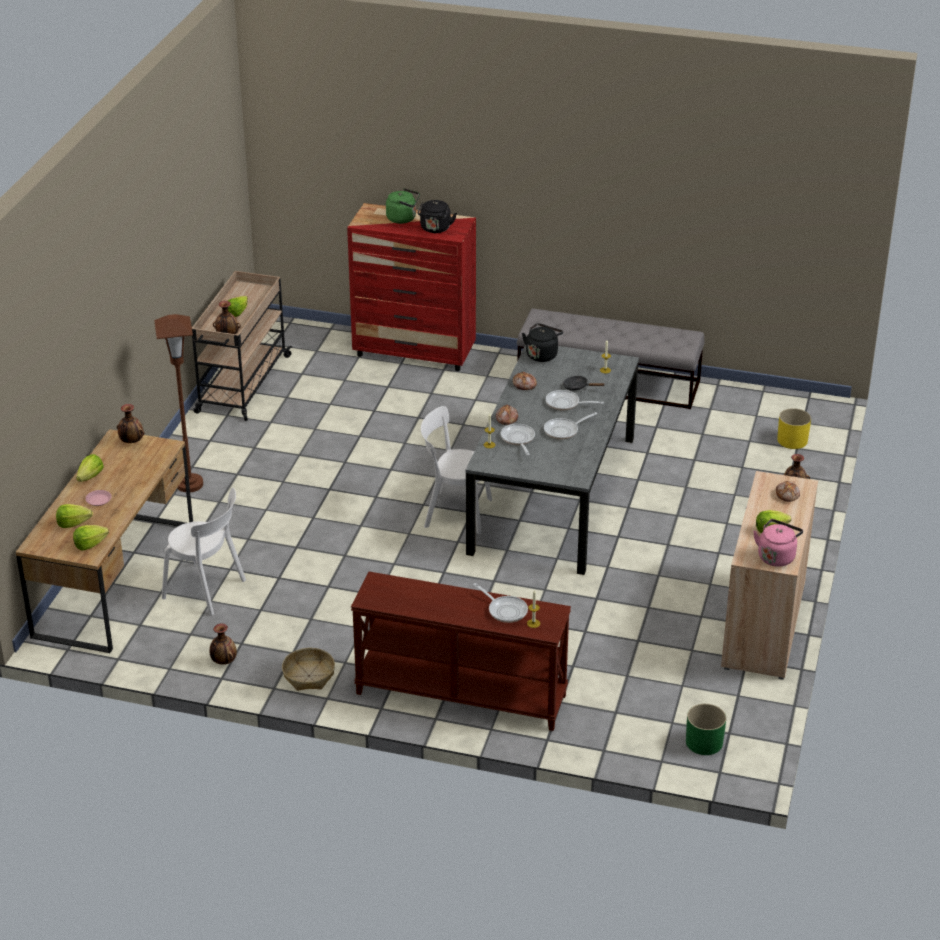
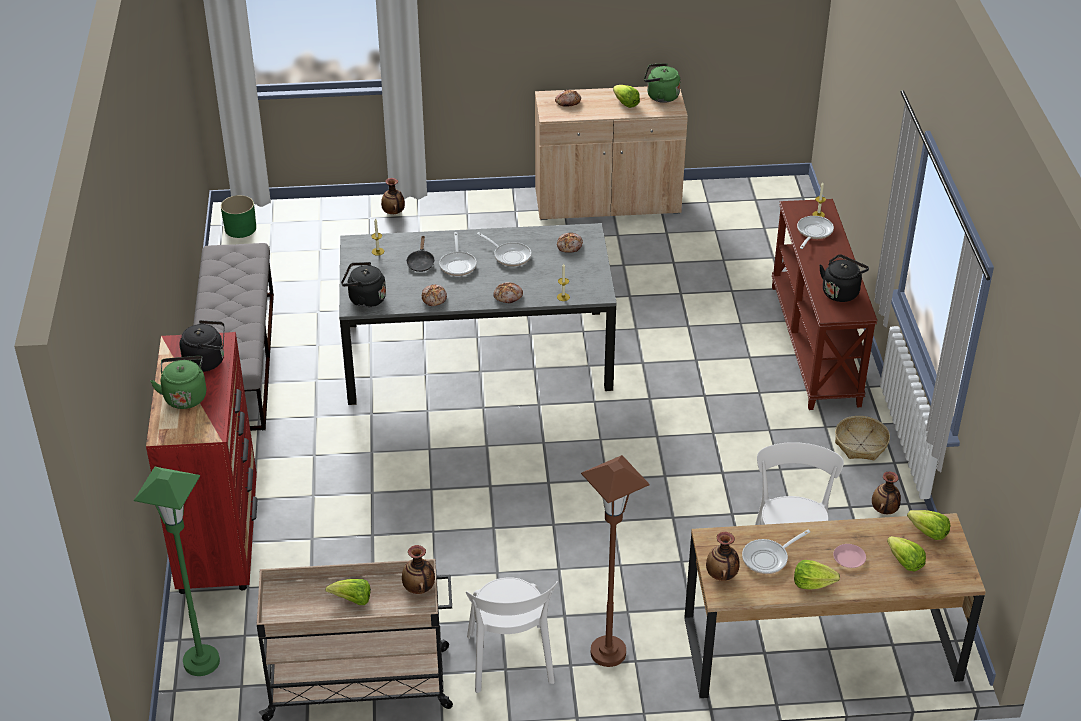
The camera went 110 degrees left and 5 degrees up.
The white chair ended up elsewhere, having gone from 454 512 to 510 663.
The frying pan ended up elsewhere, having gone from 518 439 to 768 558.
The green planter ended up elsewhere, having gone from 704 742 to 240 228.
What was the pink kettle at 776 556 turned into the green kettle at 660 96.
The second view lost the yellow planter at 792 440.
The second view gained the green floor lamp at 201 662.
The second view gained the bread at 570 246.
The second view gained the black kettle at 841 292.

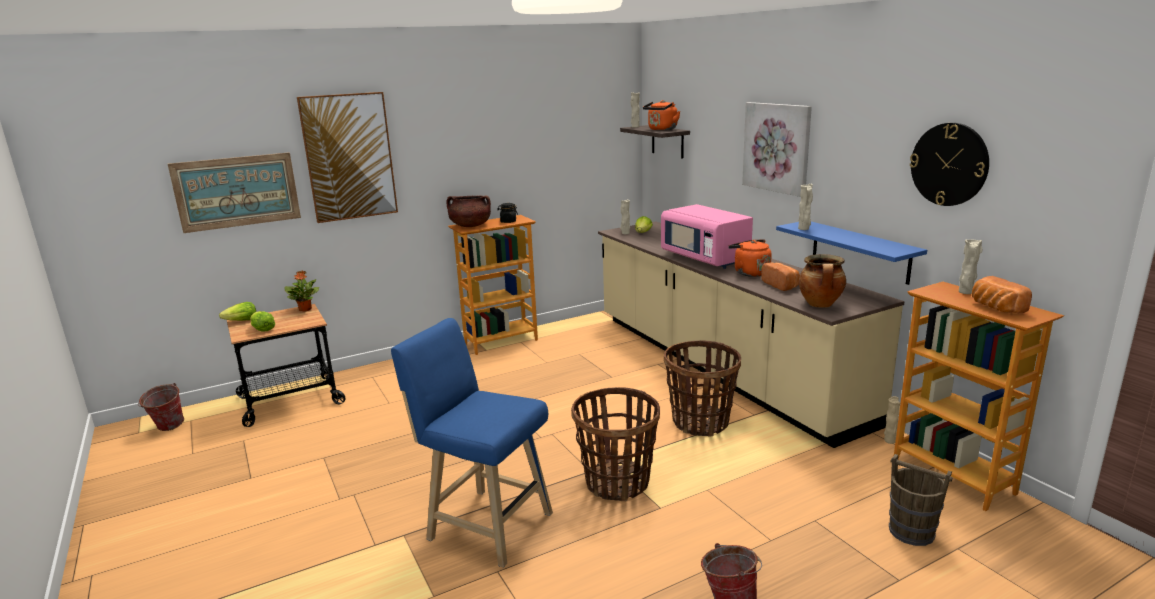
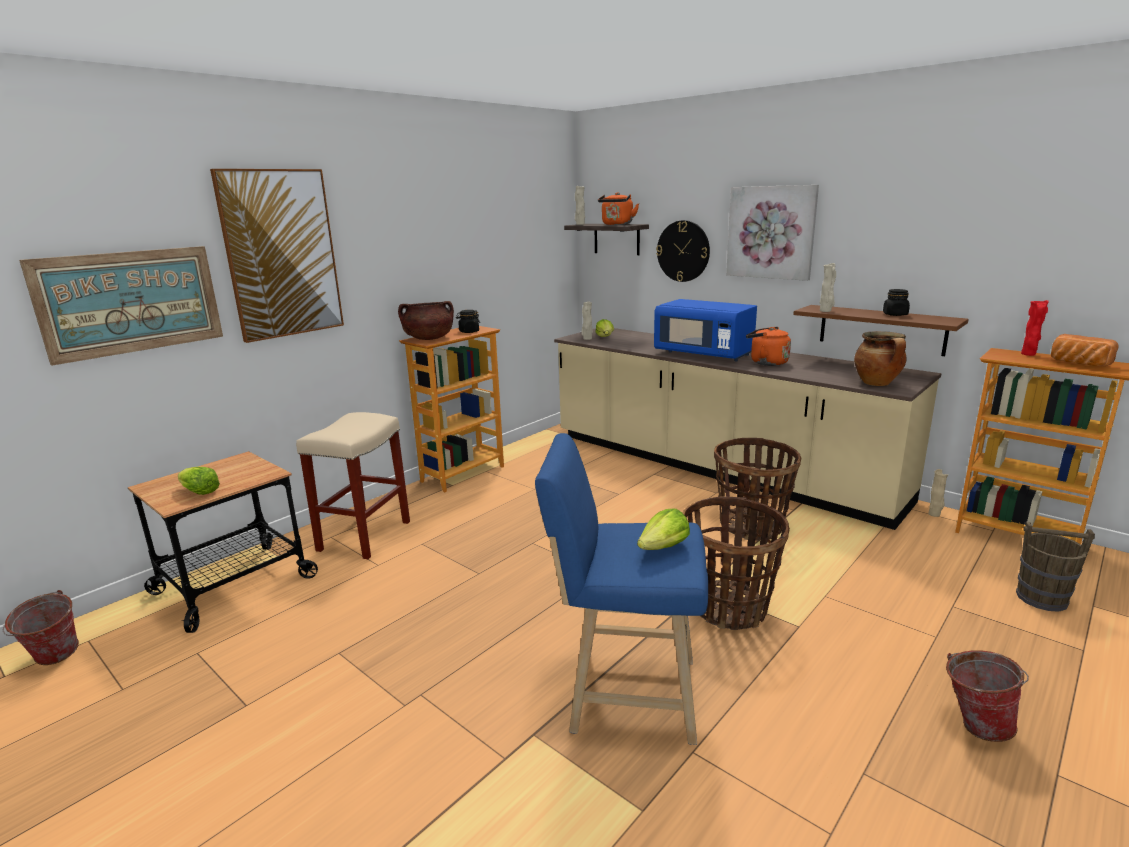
The camera went 20 degrees left and 0 degrees up.
The lettuce ended up elsewhere, having gone from 241 321 to 664 547.
The second view lost the potted plant at 305 309.
What was the pink microwave at 705 258 turned into the blue microwave at 704 354.
The second view lost the bread at 781 285.
What was the blue shelf at 859 251 turned into the brown shelf at 881 329.
The wall clock ended up elsewhere, having gone from 949 164 to 683 251.
What was the beige vase at 965 292 turned into the red vase at 1028 354.
The second view gained the beige stool at 364 536.
The second view gained the black jar at 895 314.

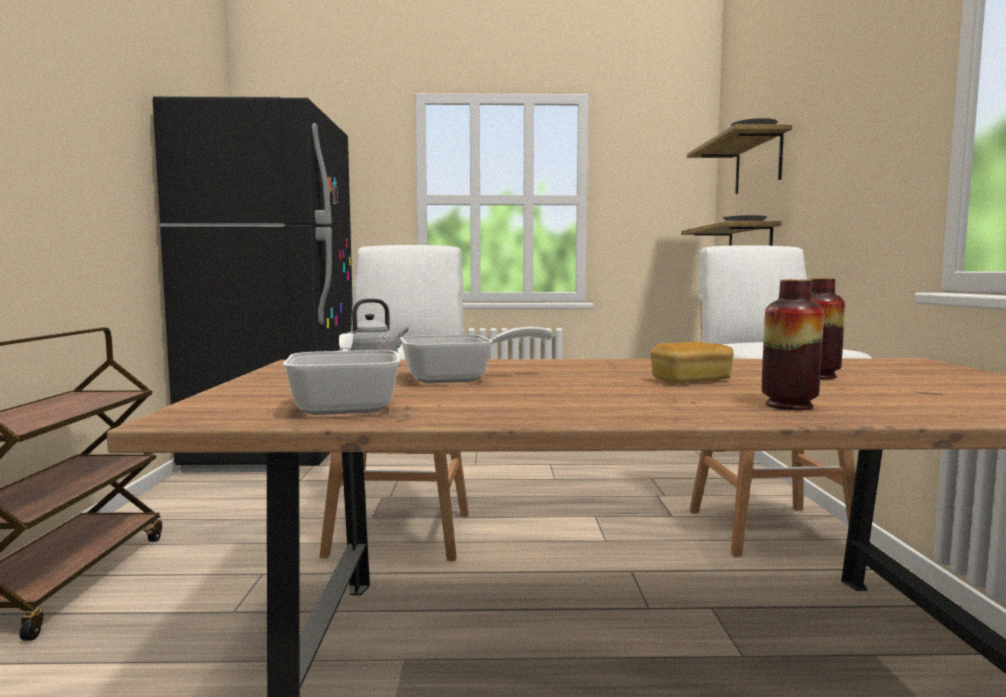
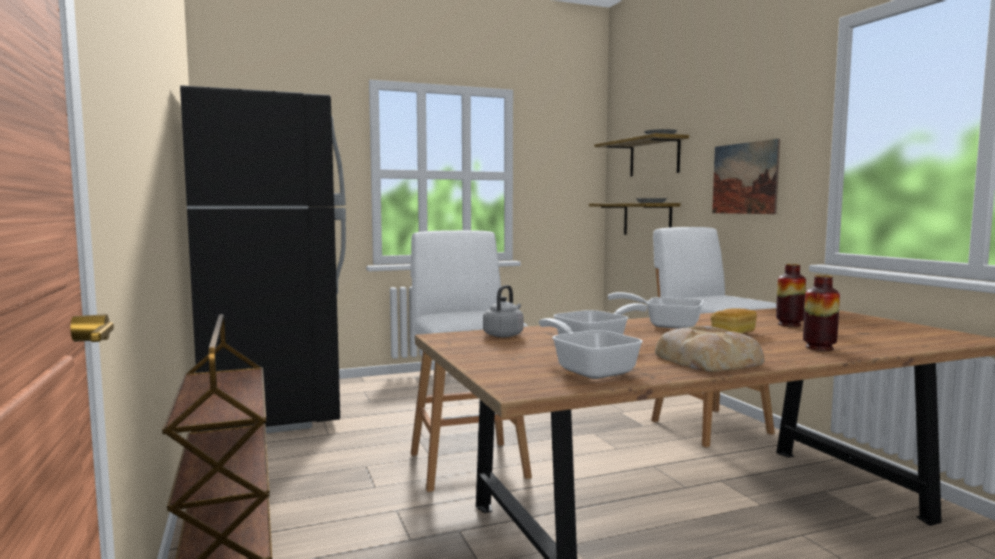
The camera went 20 degrees left and 0 degrees up.
The second view gained the frying pan at 665 325.
The second view gained the bread at 707 359.
The second view gained the picture at 744 178.

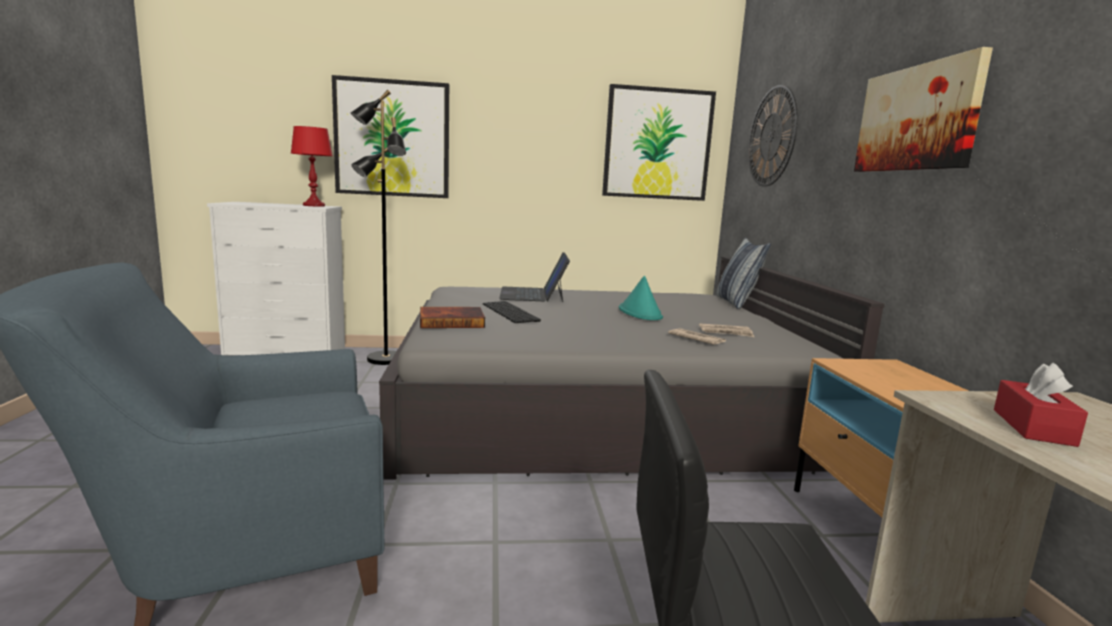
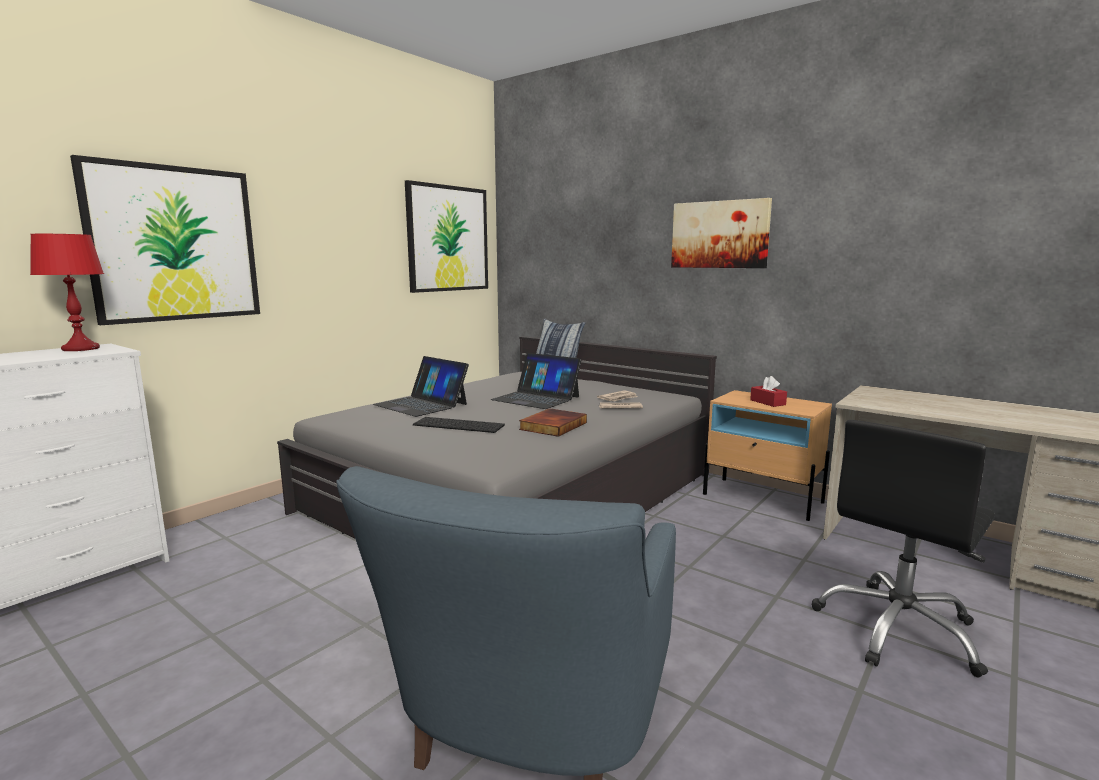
The camera went 45 degrees left and 0 degrees up.
The second view lost the black floor lamp at 384 359.
The book ended up elsewhere, having gone from 452 321 to 552 425.
Where the turquoise hat stood at 640 313, the laptop came to stand at 536 398.
The second view lost the wall clock at 771 137.
The red tissue box ended up elsewhere, having gone from 1033 427 to 767 402.

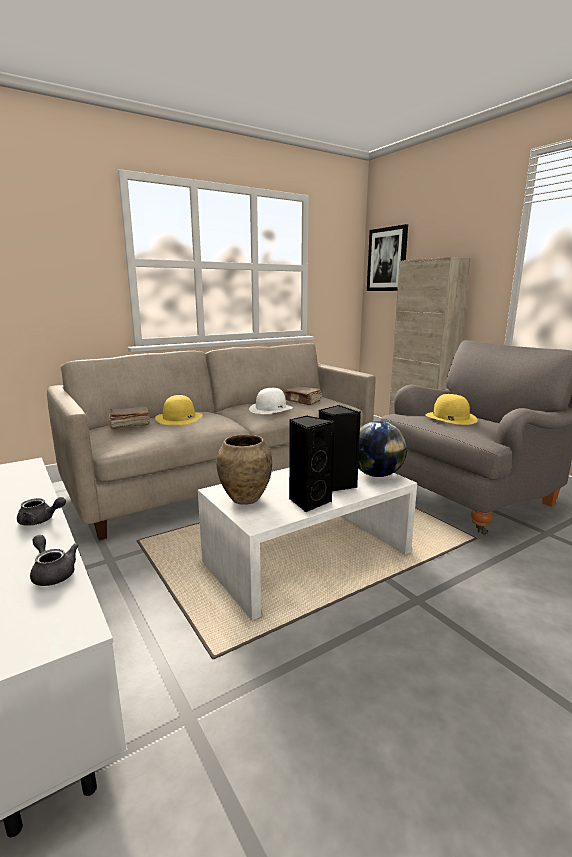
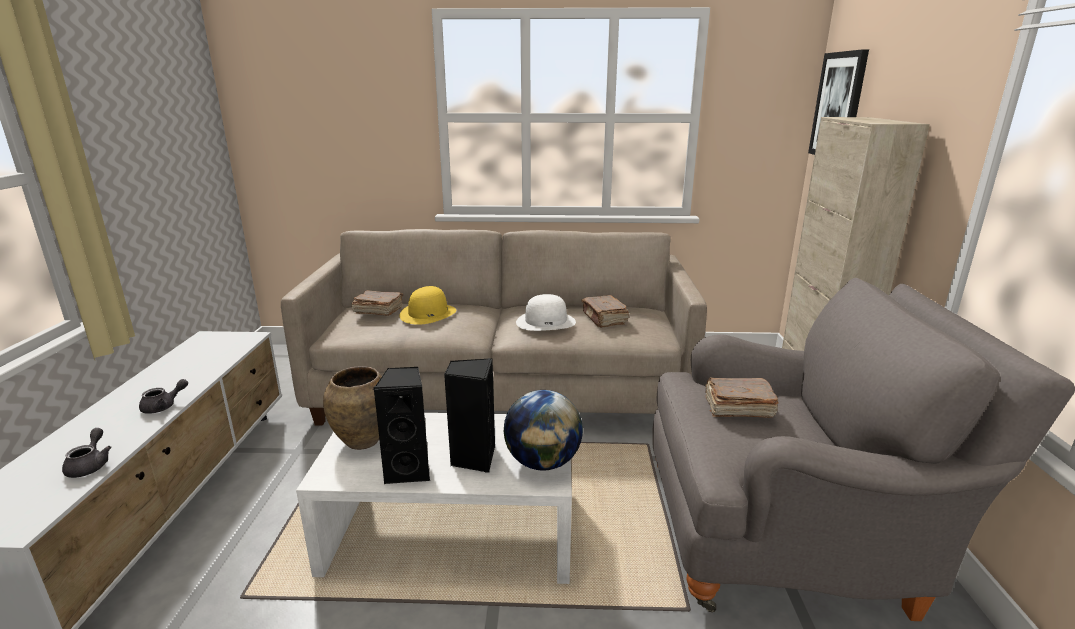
The camera went 35 degrees right and 5 degrees up.
The grey teapot at 40 521 ended up facing another way, 75 degrees counterclockwise from before.
Where the yellow hat stood at 450 418, the brown book came to stand at 737 408.

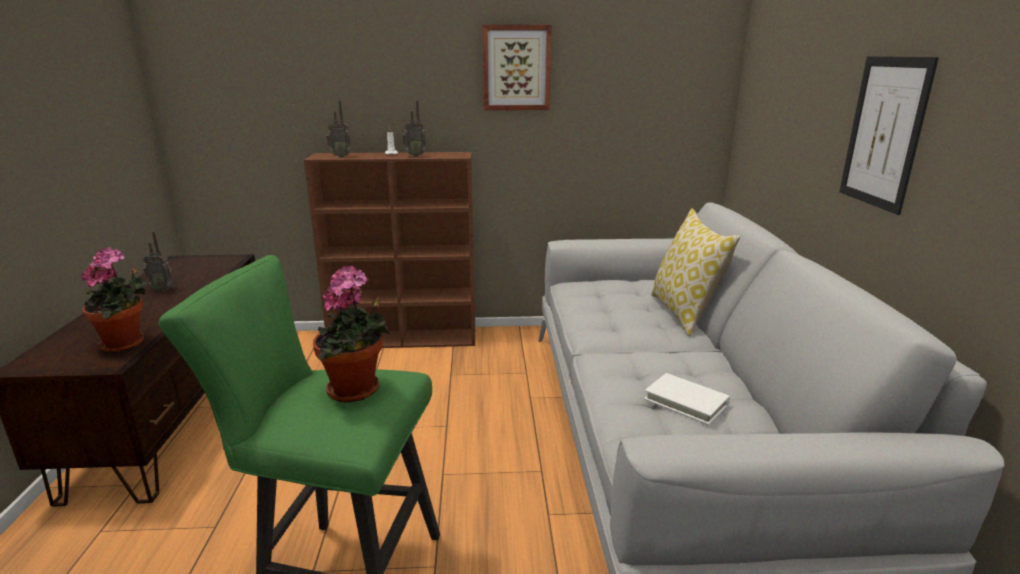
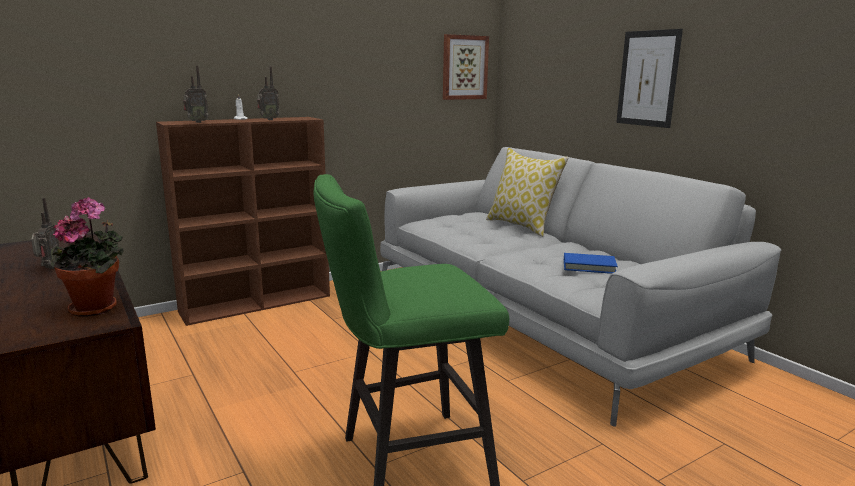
The camera went 30 degrees left and 5 degrees down.
The radio at 163 290 ended up facing another way, 75 degrees counterclockwise from before.
The second view lost the potted plant at 357 391.
The picture ended up elsewhere, having gone from 516 68 to 464 67.
What was the white book at 686 402 turned into the blue book at 589 266.

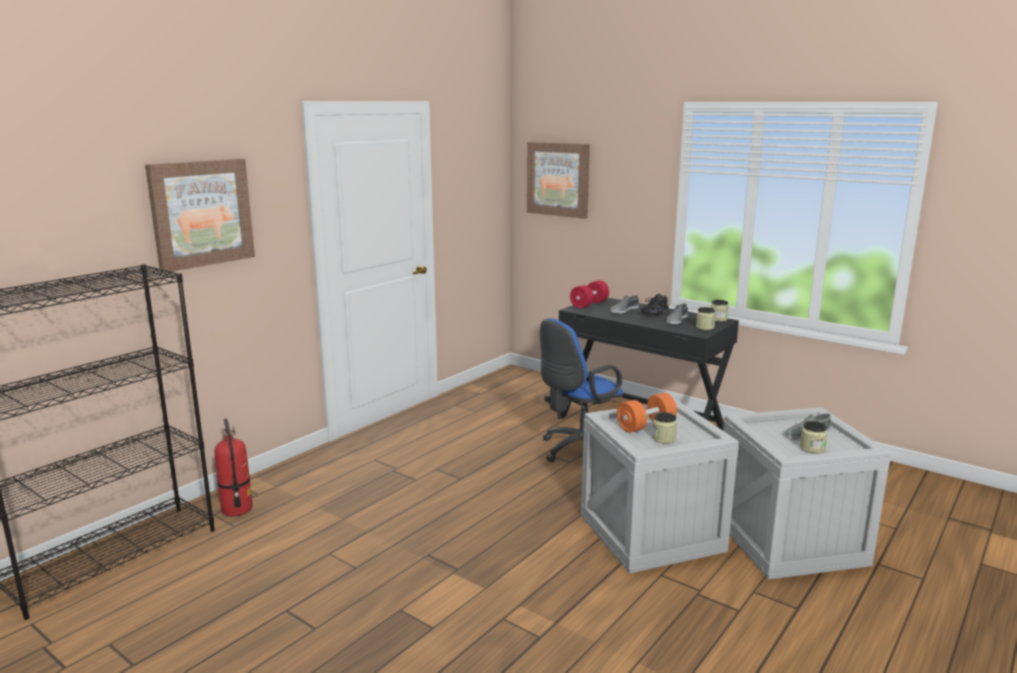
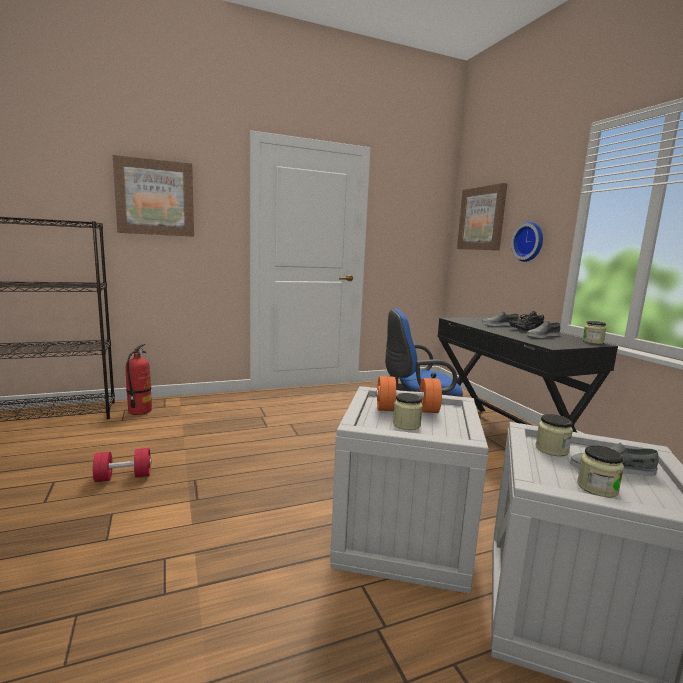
The camera went 30 degrees right and 5 degrees down.
The red dumbbell ended up elsewhere, having gone from 589 304 to 123 477.
The jar ended up elsewhere, having gone from 705 327 to 551 449.
The second view gained the wall clock at 529 241.

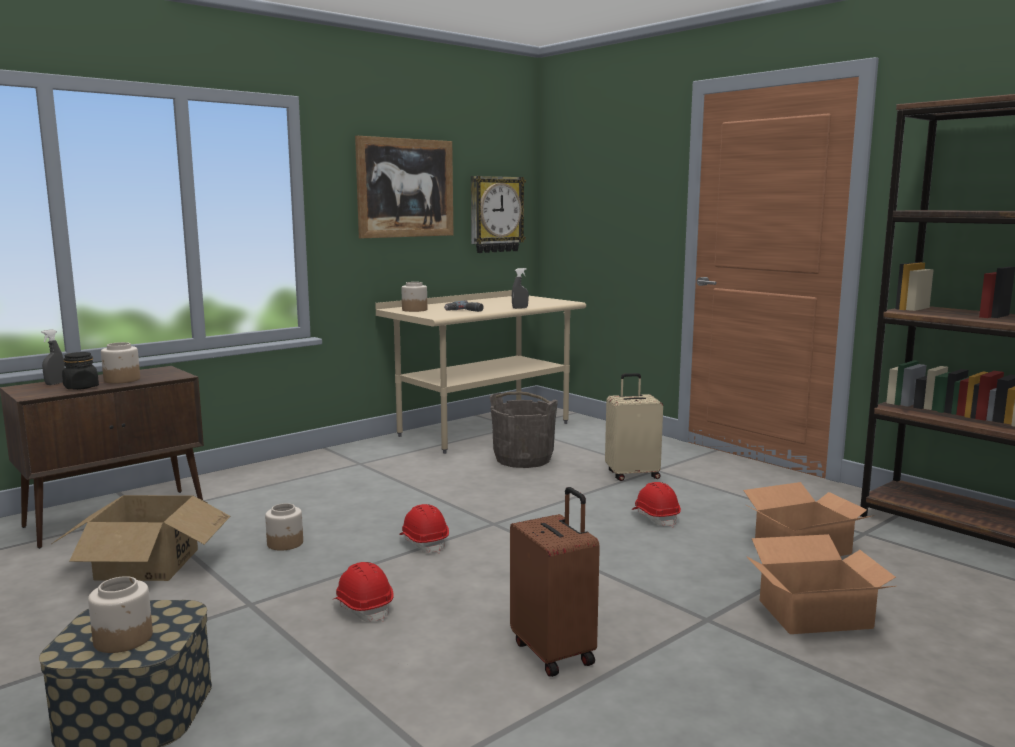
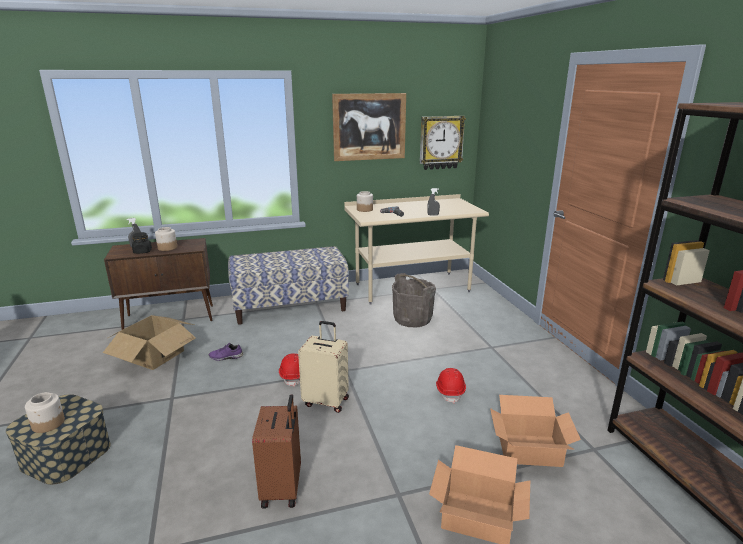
The camera went 25 degrees right and 10 degrees up.
Where the jar stood at 285 543, the purple shoe came to stand at 226 357.
The second view lost the red hard hat at 363 607.
The beige suitcase ended up elsewhere, having gone from 632 475 to 326 401.
The second view gained the bench at 290 307.

